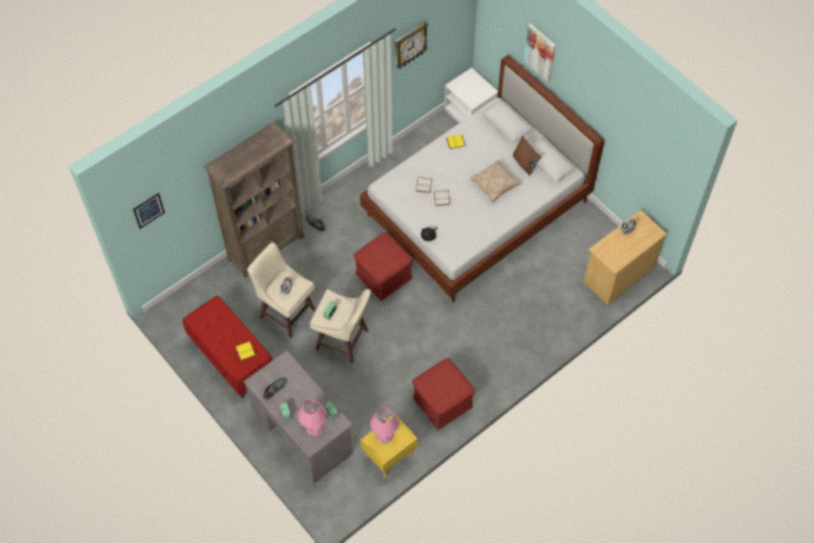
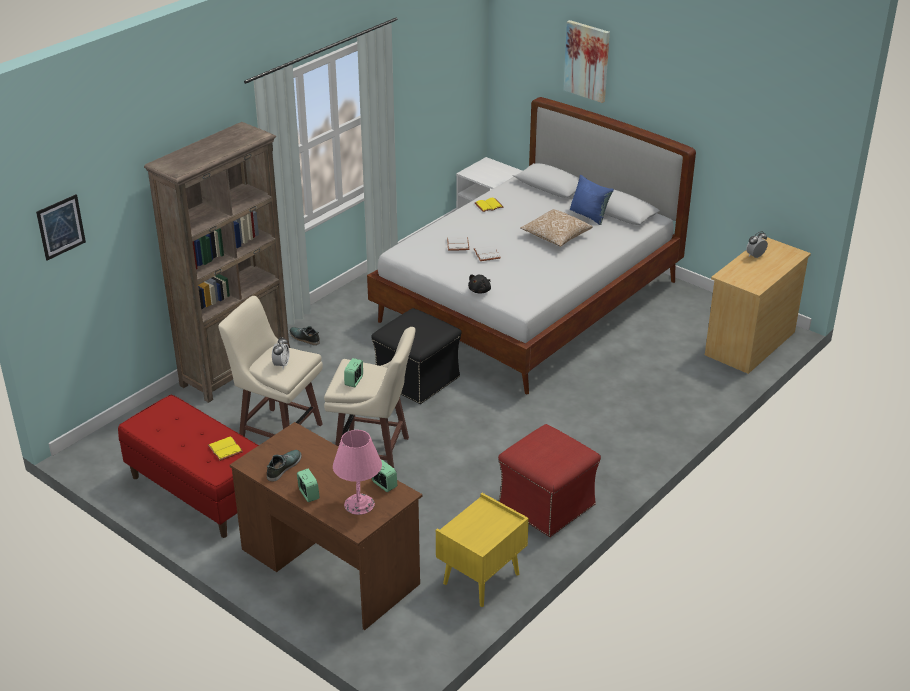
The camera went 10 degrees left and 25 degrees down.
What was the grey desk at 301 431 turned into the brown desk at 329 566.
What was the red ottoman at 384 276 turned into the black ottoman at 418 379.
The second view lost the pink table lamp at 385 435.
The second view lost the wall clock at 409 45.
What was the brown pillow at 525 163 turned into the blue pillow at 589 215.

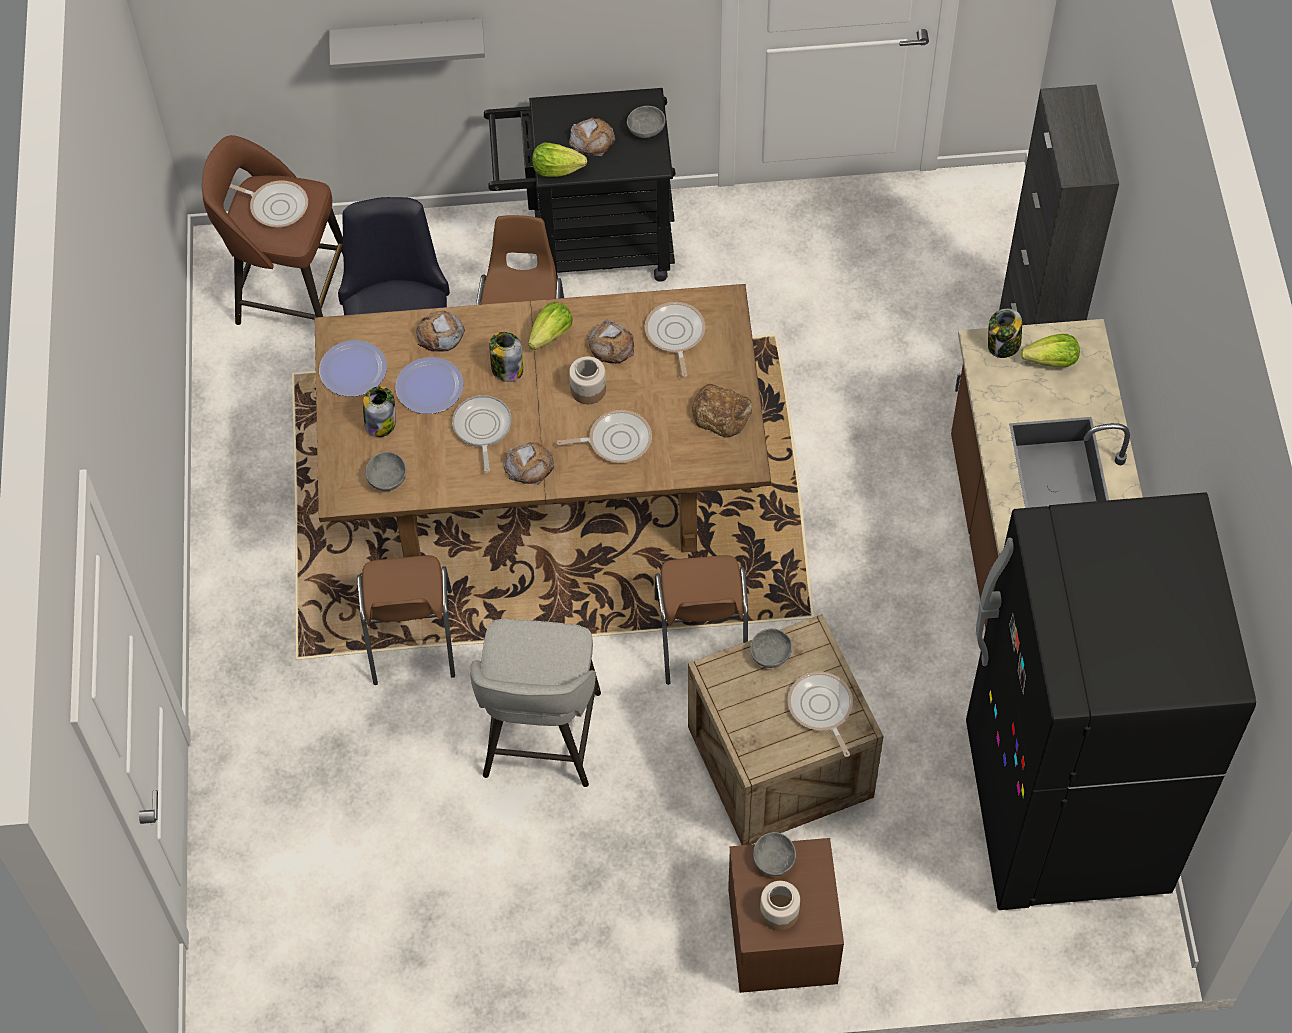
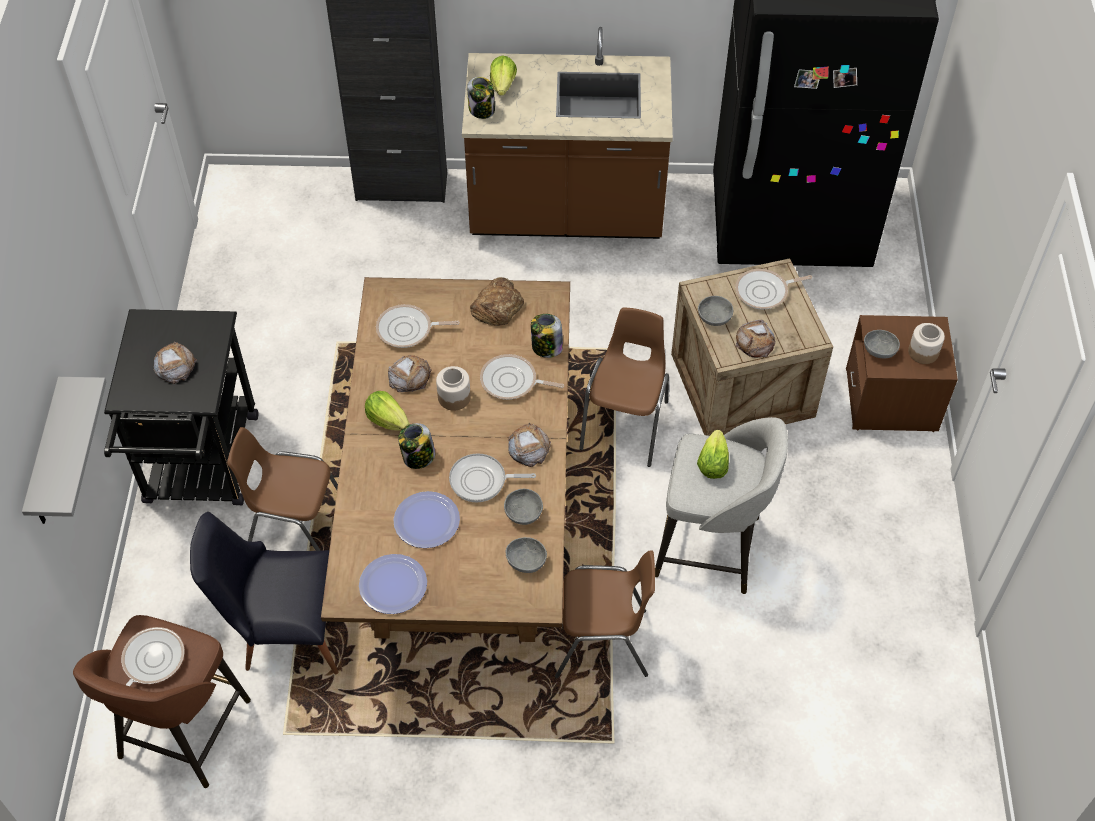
The camera went 85 degrees left and 5 degrees down.
The jar ended up elsewhere, having gone from 380 423 to 546 347.
The bread ended up elsewhere, having gone from 440 334 to 755 342.
The lettuce ended up elsewhere, having gone from 556 169 to 712 464.
The frying pan at 616 440 ended up facing another way, 75 degrees counterclockwise from before.
The grey bowl ended up elsewhere, having gone from 645 129 to 523 514.
The brown chair at 701 639 ended up facing another way, 75 degrees counterclockwise from before.

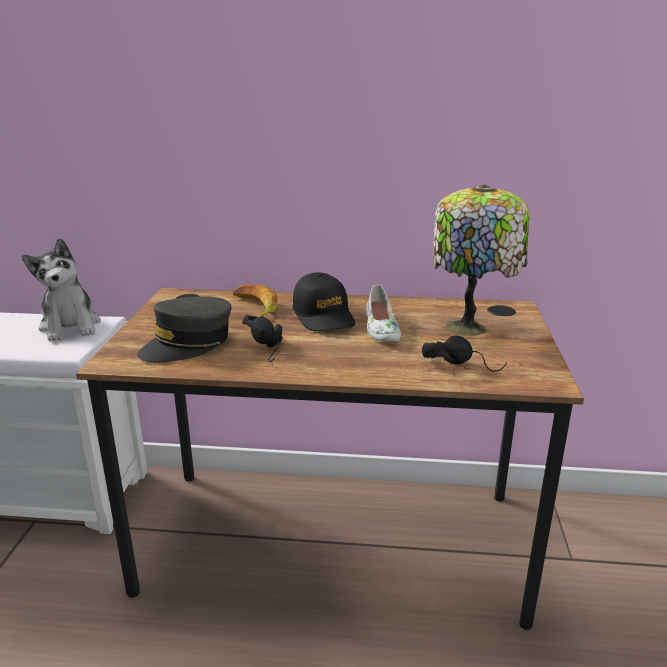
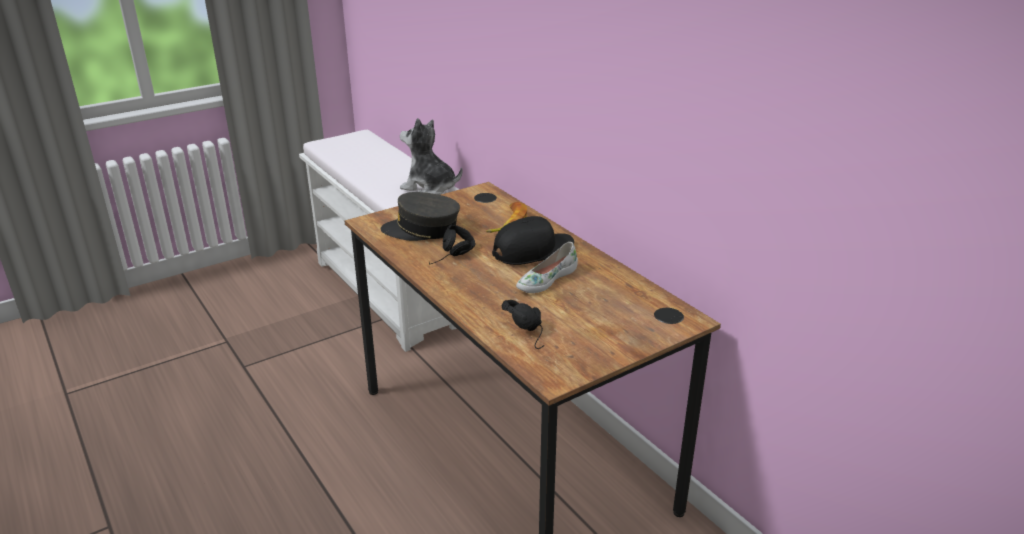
The camera went 50 degrees right and 5 degrees up.
The plush toy at 71 326 ended up facing another way, 90 degrees clockwise from before.
The black cap at 323 316 ended up facing another way, 150 degrees counterclockwise from before.
The second view lost the table lamp at 469 328.

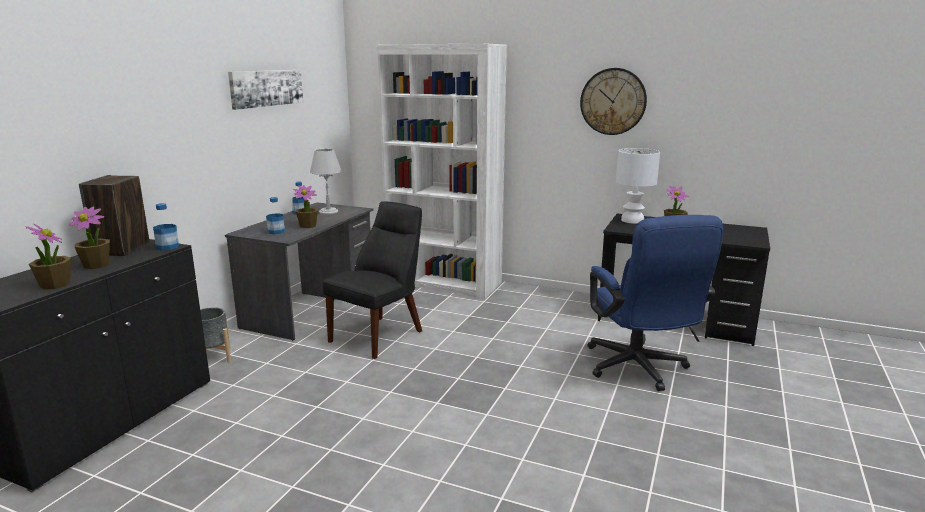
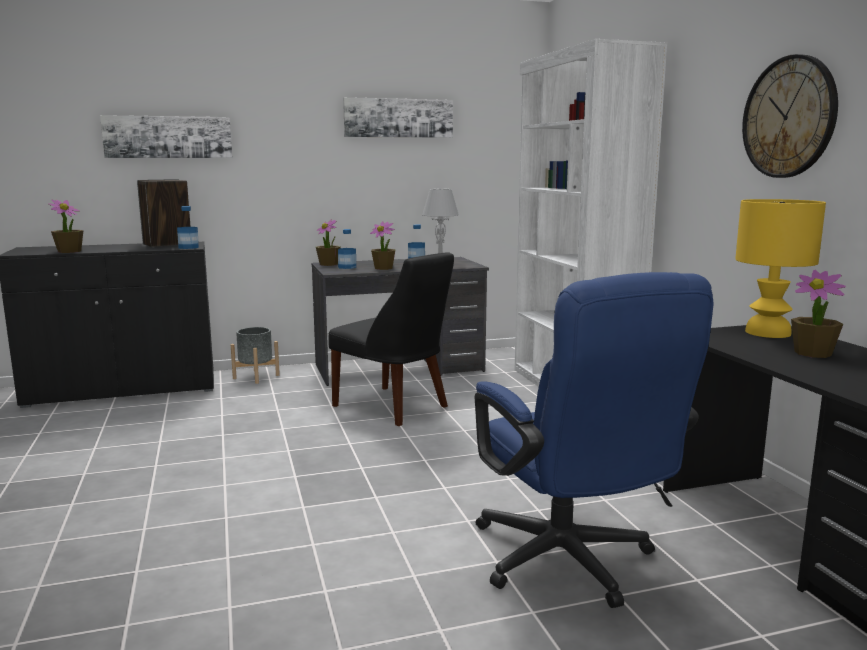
The camera went 50 degrees right and 5 degrees down.
The potted plant ended up elsewhere, having gone from 96 265 to 328 264.
The black chair at 380 335 ended up facing another way, 45 degrees clockwise from before.
The blue office chair at 639 370 ended up facing another way, 60 degrees counterclockwise from before.
What was the white table lamp at 633 220 turned into the yellow table lamp at 768 333.
The second view gained the picture at 168 137.

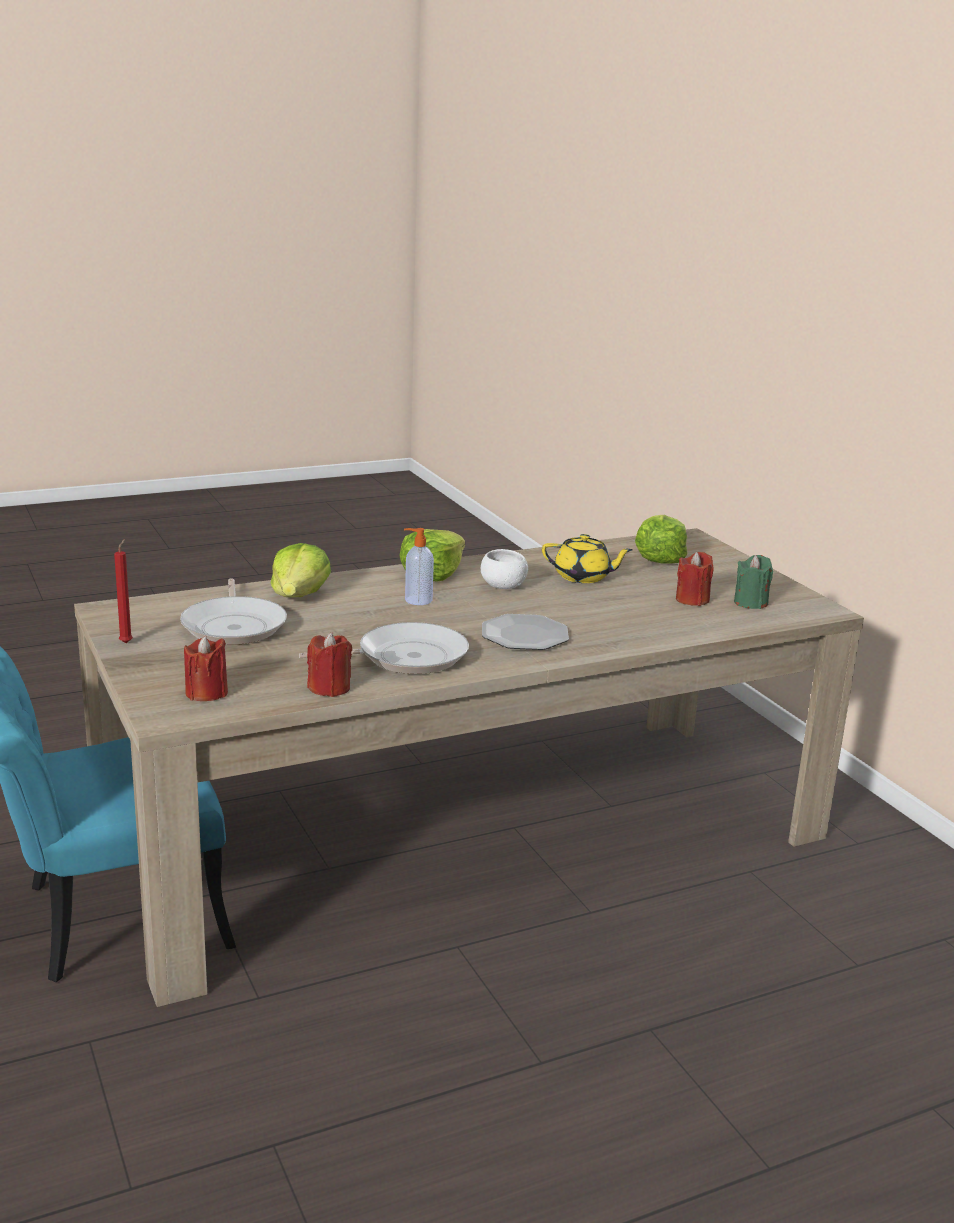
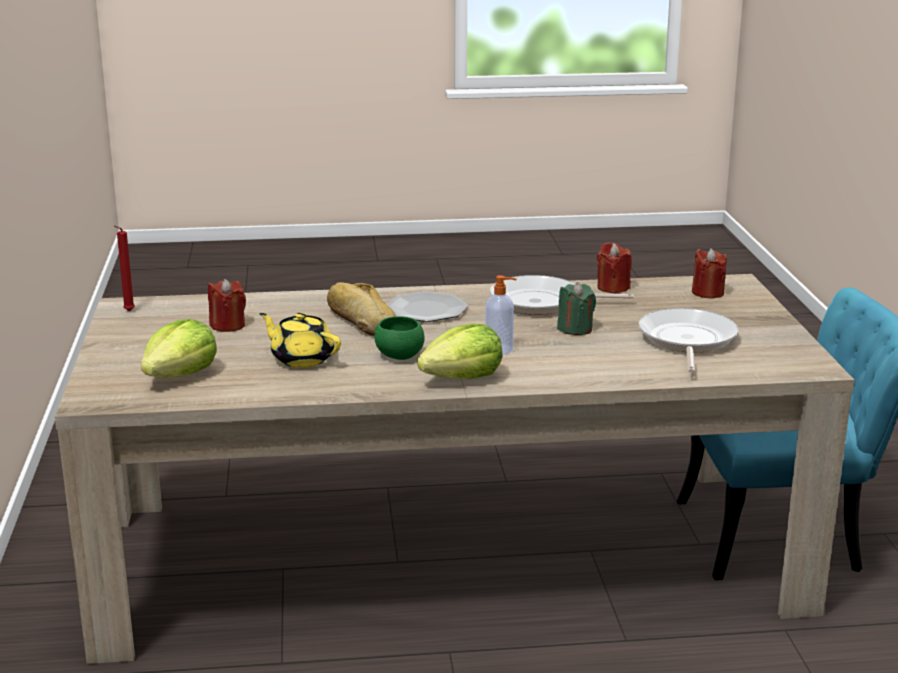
The camera went 160 degrees left and 0 degrees up.
The red candle ended up elsewhere, having gone from 127 642 to 128 312.
The second view lost the lettuce at 299 596.
What was the white bowl at 503 586 turned into the green bowl at 399 356.
The green candle ended up elsewhere, having gone from 750 603 to 575 329.
The second view gained the bread at 361 320.

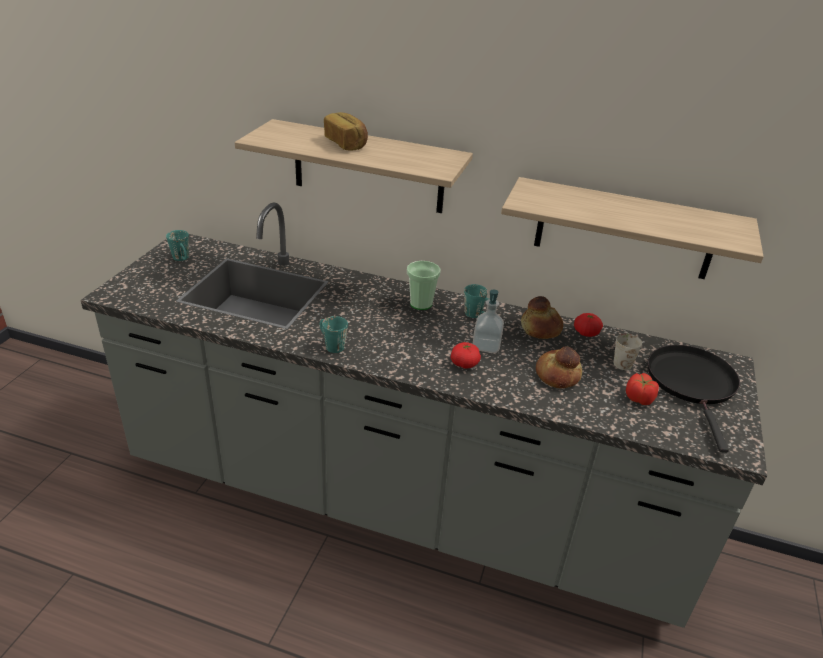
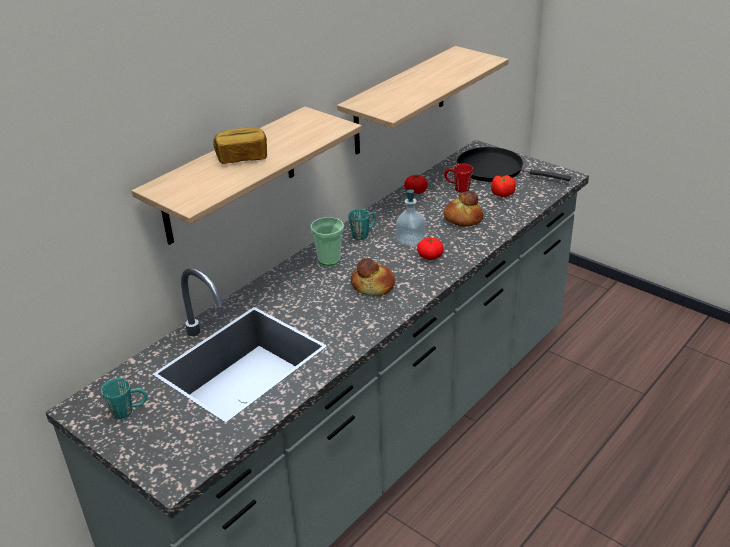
The camera went 65 degrees left and 0 degrees up.
The second view lost the turquoise mug at 331 345.
The bread ended up elsewhere, having gone from 541 328 to 373 285.
What was the white mug at 621 361 turned into the red mug at 457 188.

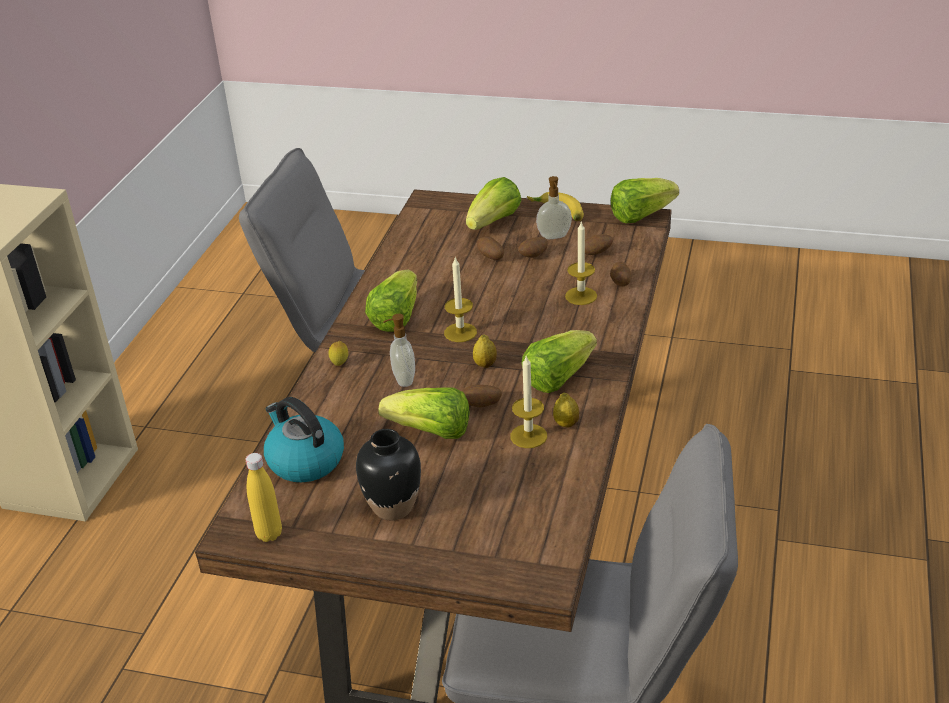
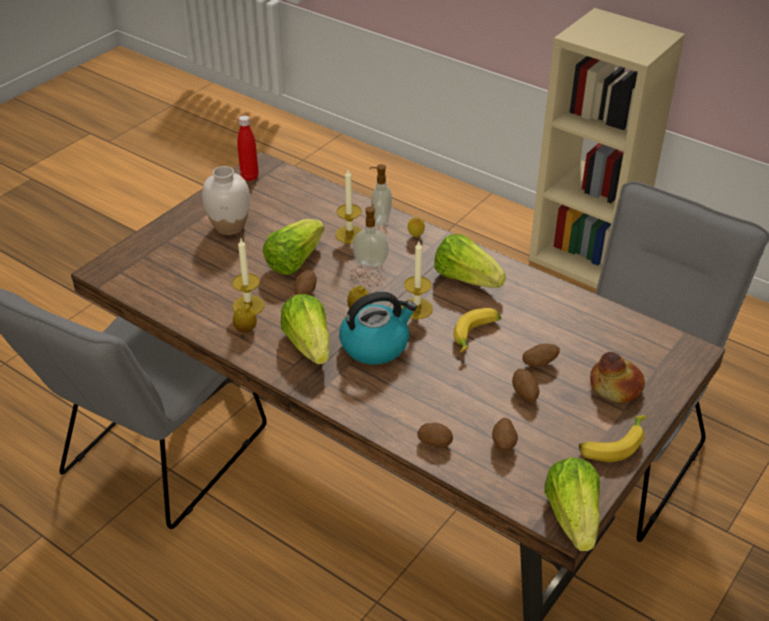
The camera went 110 degrees right and 5 degrees up.
What was the yellow bottle at 269 534 turned into the red bottle at 249 177.
The kettle ended up elsewhere, having gone from 304 461 to 375 345.
What was the black vase at 393 507 turned into the white vase at 229 227.
Where the lettuce stood at 494 222, the bread came to stand at 615 387.
The soap dispenser ended up elsewhere, having gone from 554 237 to 380 219.
The candle ended up elsewhere, having gone from 581 296 to 349 234.
The second view gained the banana at 476 336.

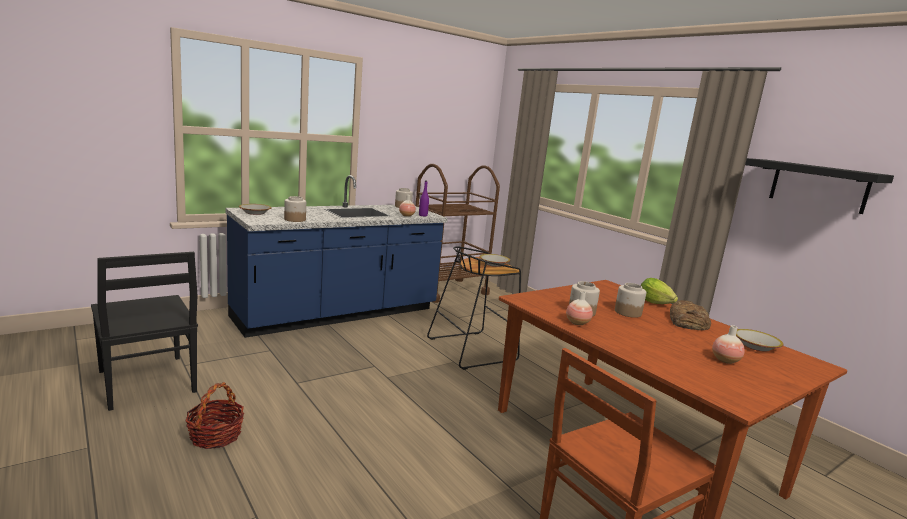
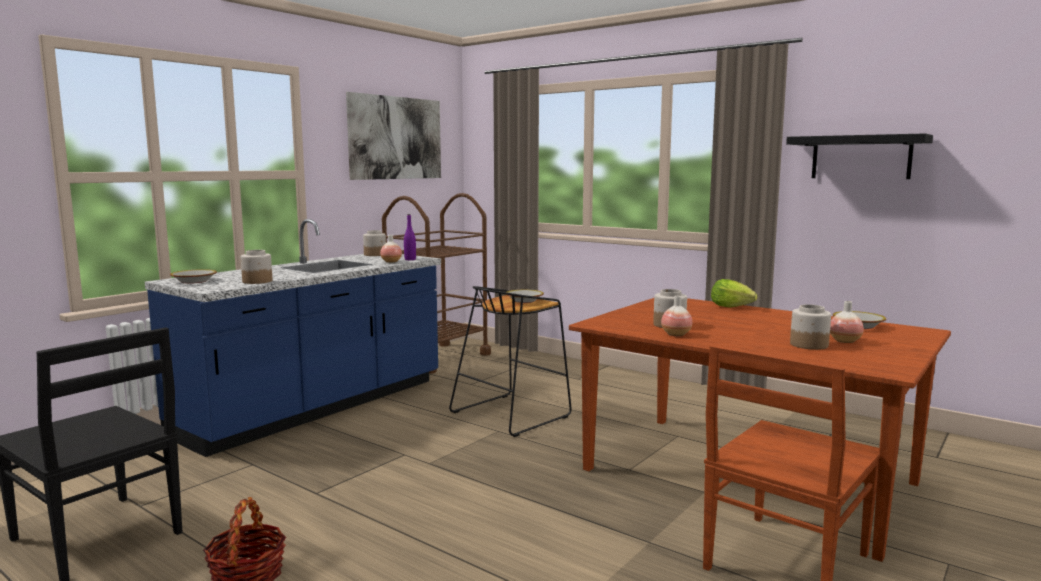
The camera went 15 degrees left and 5 degrees down.
The jar ended up elsewhere, having gone from 627 312 to 808 345.
The second view lost the bread at 687 321.
The second view gained the picture at 396 138.

